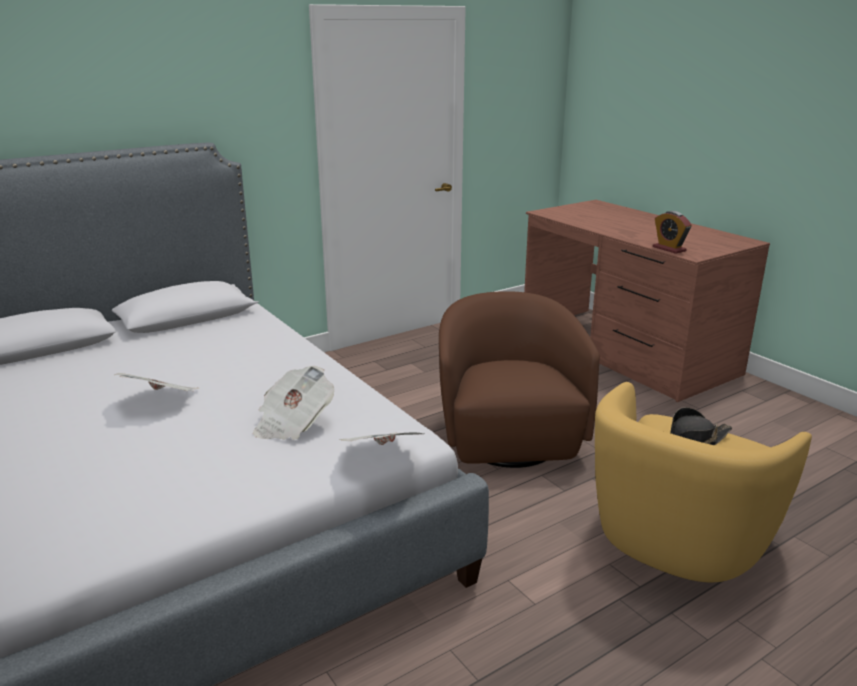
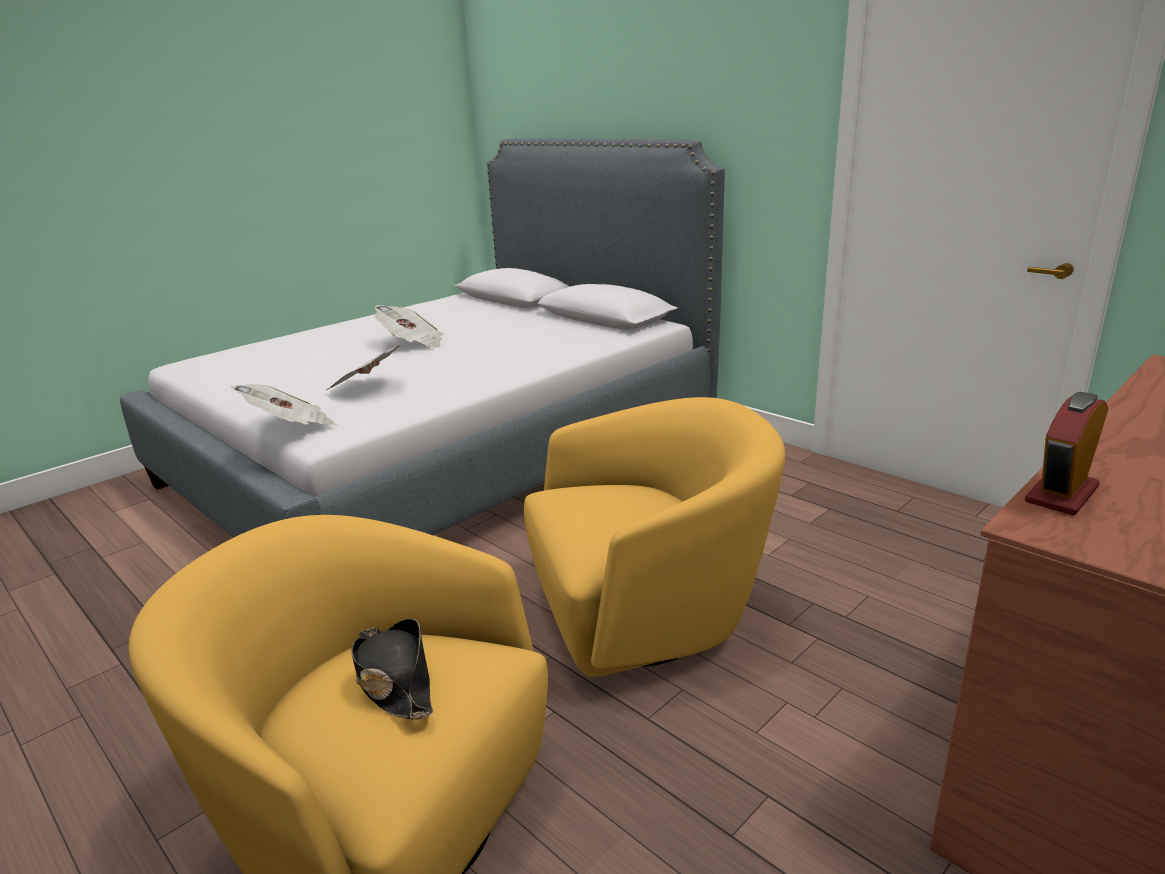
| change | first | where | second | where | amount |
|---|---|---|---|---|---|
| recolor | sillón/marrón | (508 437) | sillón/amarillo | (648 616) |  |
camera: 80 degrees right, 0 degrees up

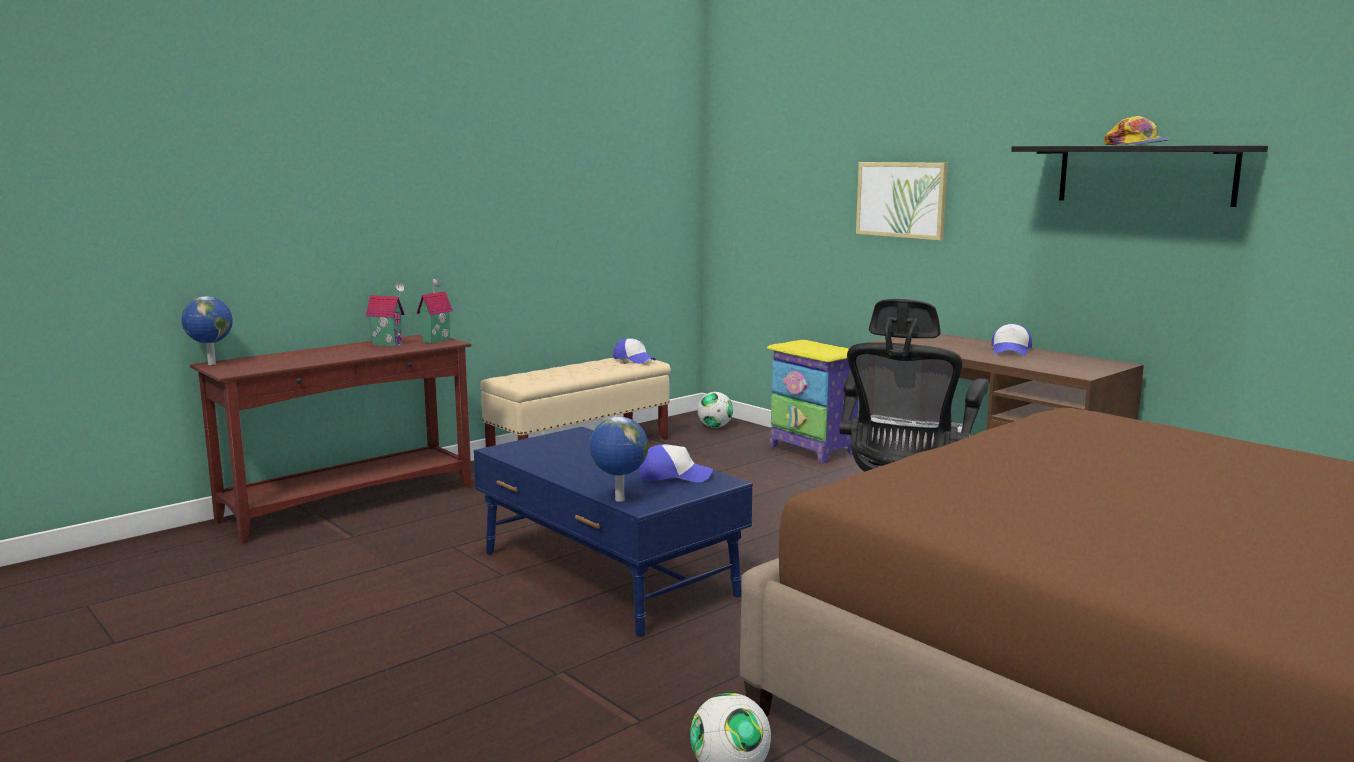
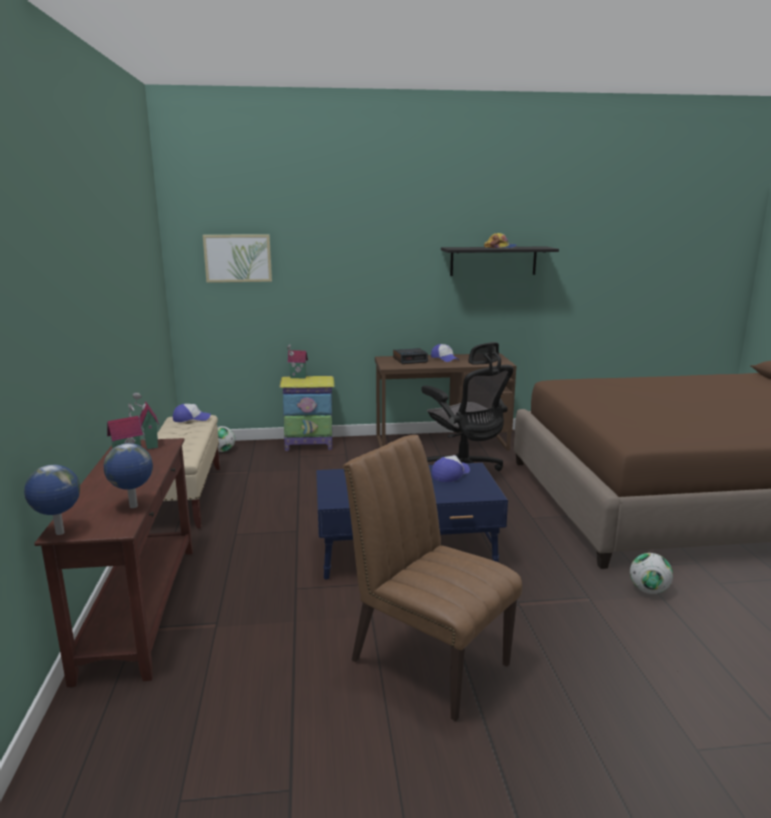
| change | first | where | second | where | amount |
|---|---|---|---|---|---|
| move | globo terráqueo | (619 500) |  | (133 507) |  |
| move | cuadro | (901 199) |  | (238 258) |  |
| insert |  |  | casita | (297 377) |  |
| insert |  |  | silla/marrón | (431 663) |  |
| insert |  |  | despertador | (410 360) |  |
camera: 55 degrees left, 5 degrees up

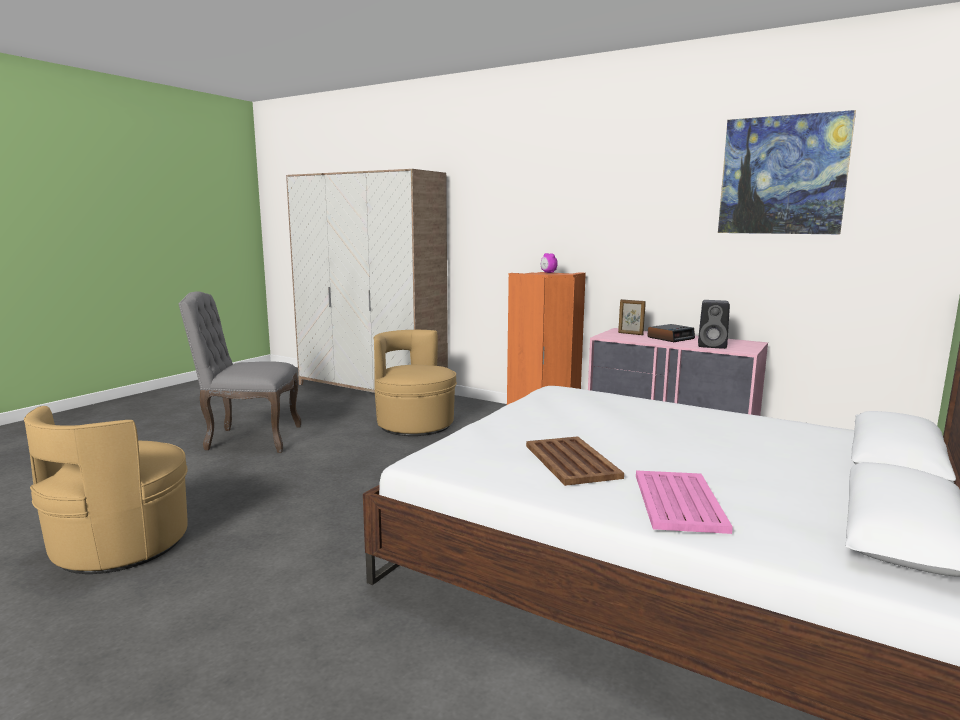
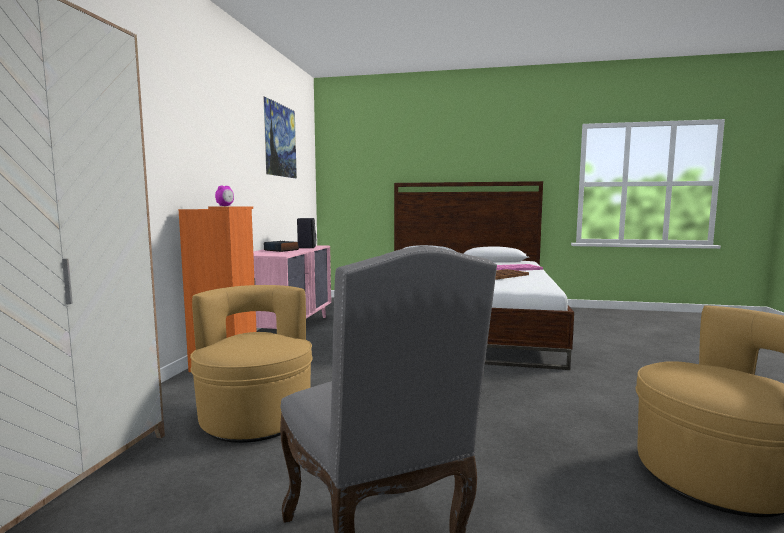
| change | first | where | second | where | amount |
|---|---|---|---|---|---|
| rotate | sillón/beis | (416 424) |  | (256 418) | 135 degrees clockwise |
| delete | portarretratos | (630 333) |  |  |  |
camera: 110 degrees left, 5 degrees down

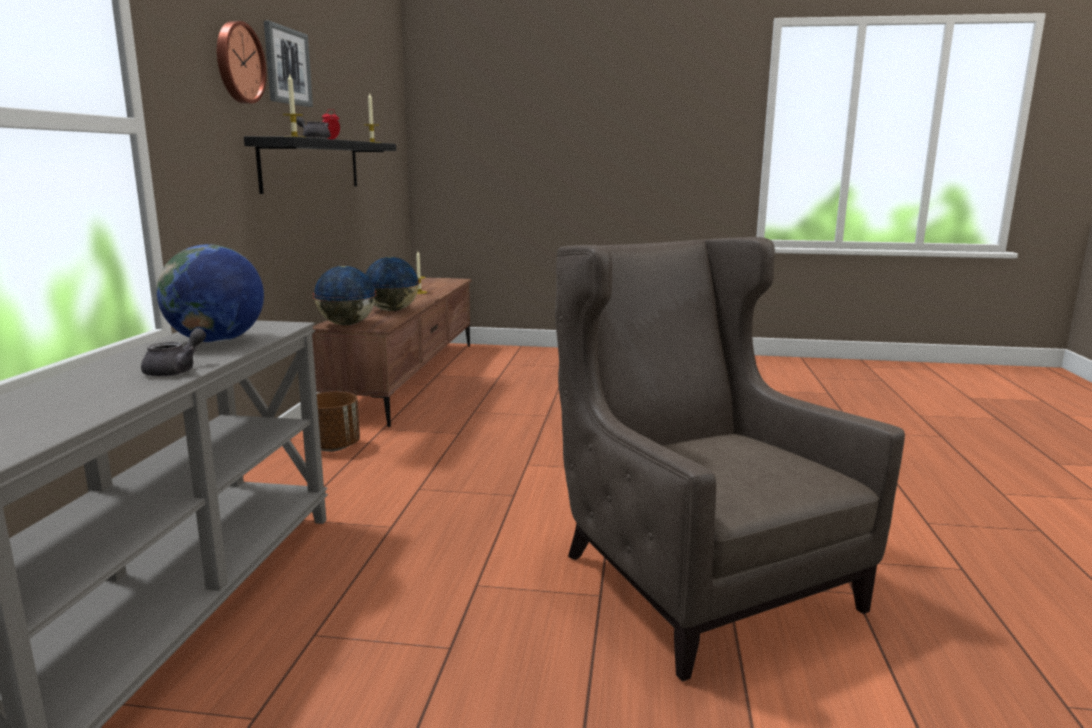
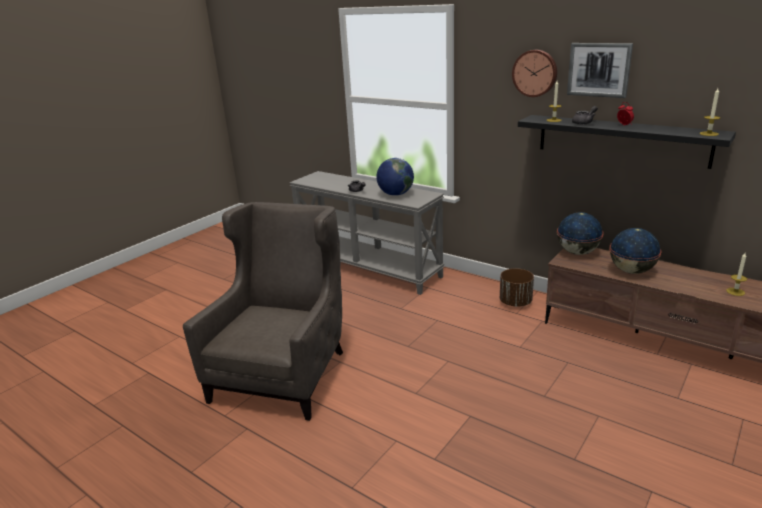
| change | first | where | second | where | amount |
|---|---|---|---|---|---|
| rotate | sillón/gris | (694 577) |  | (284 373) | 75 degrees counterclockwise |
camera: 120 degrees right, 10 degrees up

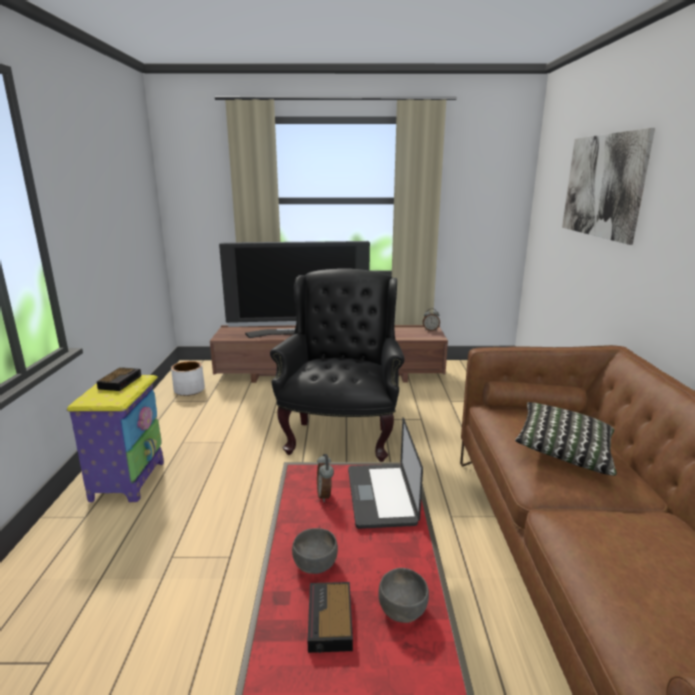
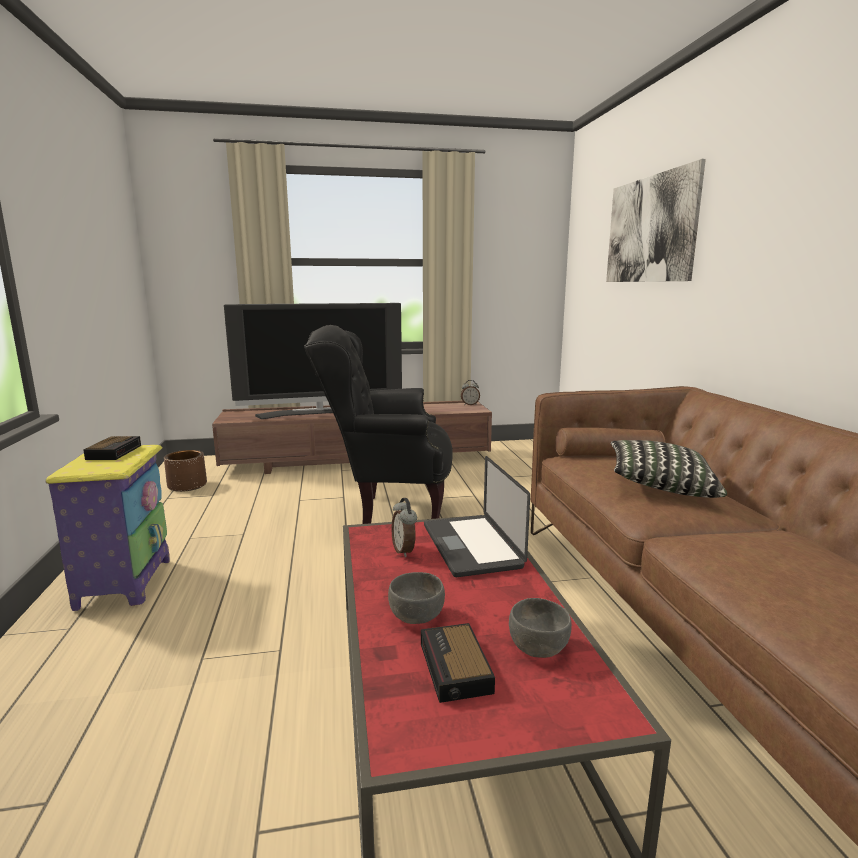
| change | first | where | second | where | amount |
|---|---|---|---|---|---|
| recolor | maceta/blanco | (189 390) | maceta/marrón | (187 485) |  |
| rotate | sillón/negro | (341 434) |  | (387 515) | 90 degrees counterclockwise |
camera: 10 degrees left, 5 degrees down

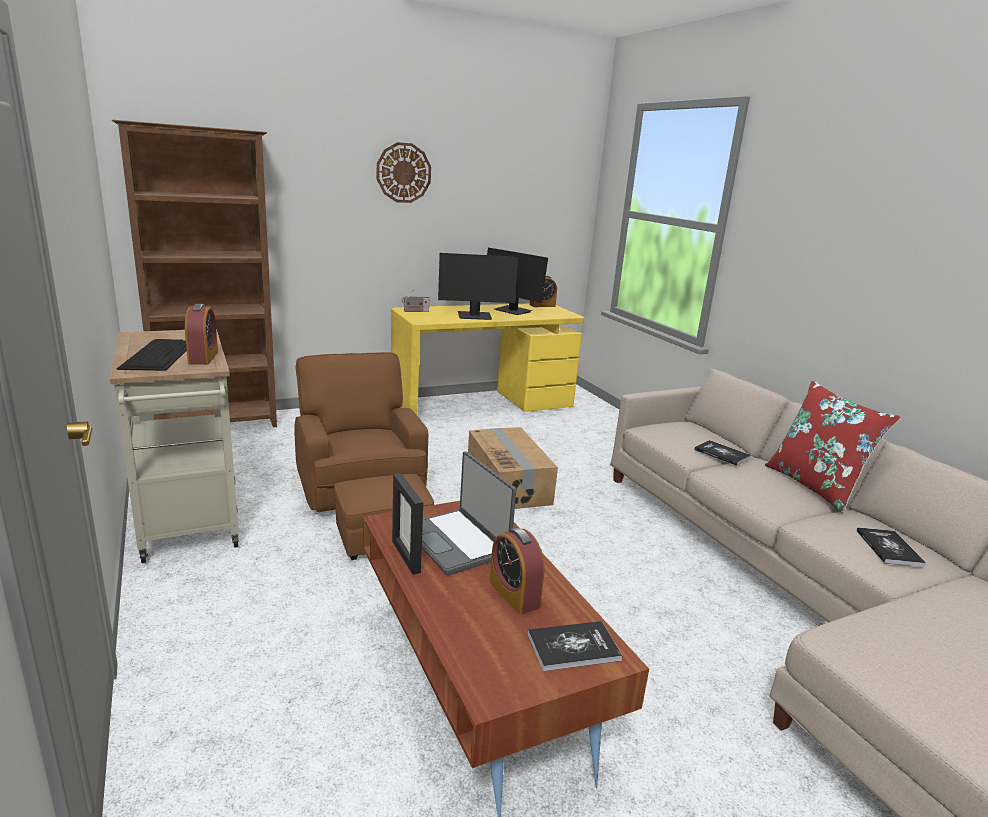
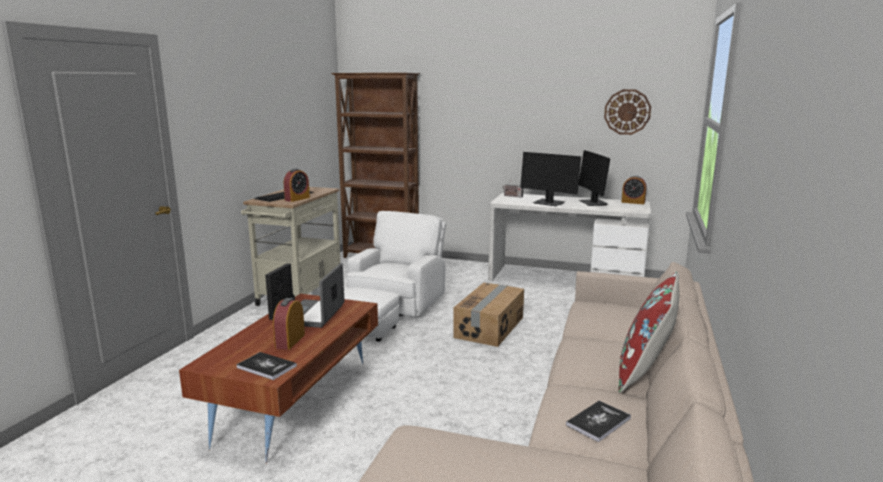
| change | first | where | second | where | amount |
|---|---|---|---|---|---|
| recolor | sillón/marrón | (364 497) | sillón/blanco | (392 309) |  |
| recolor | escritorio/amarillo | (482 404) | escritorio/blanco | (565 279) |  |
| move | reloj de pared | (403 173) |  | (627 112) |  |
| delete | libro | (722 454) |  |  |  |
camera: 45 degrees right, 5 degrees down

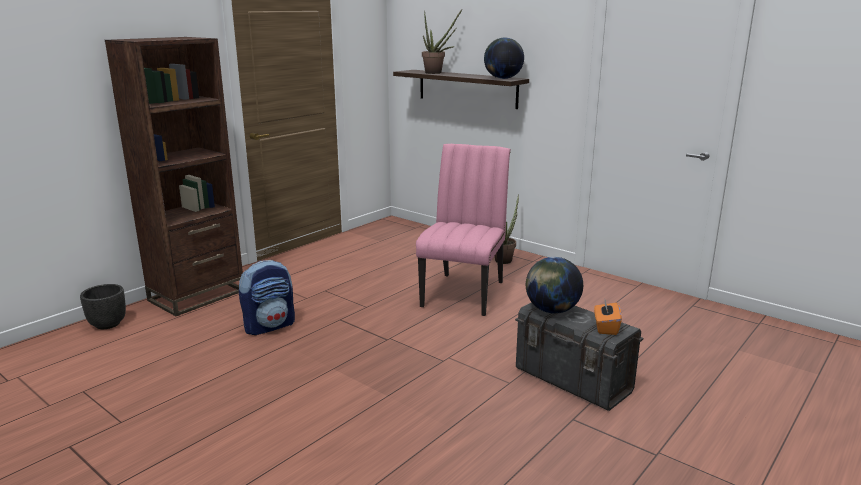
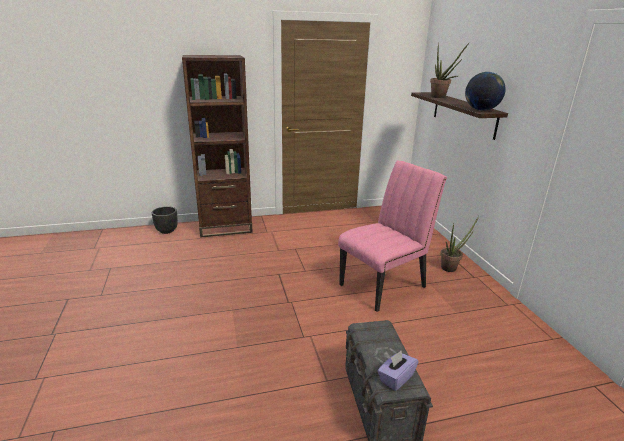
| change | first | where | second | where | amount |
|---|---|---|---|---|---|
| recolor | caja de pañuelos/naranja | (605 327) | caja de pañuelos/morado | (396 378) |  |
| delete | mochila | (270 326) |  |  |  |
| delete | globo terráqueo | (552 310) |  |  |  |
camera: 35 degrees right, 5 degrees up

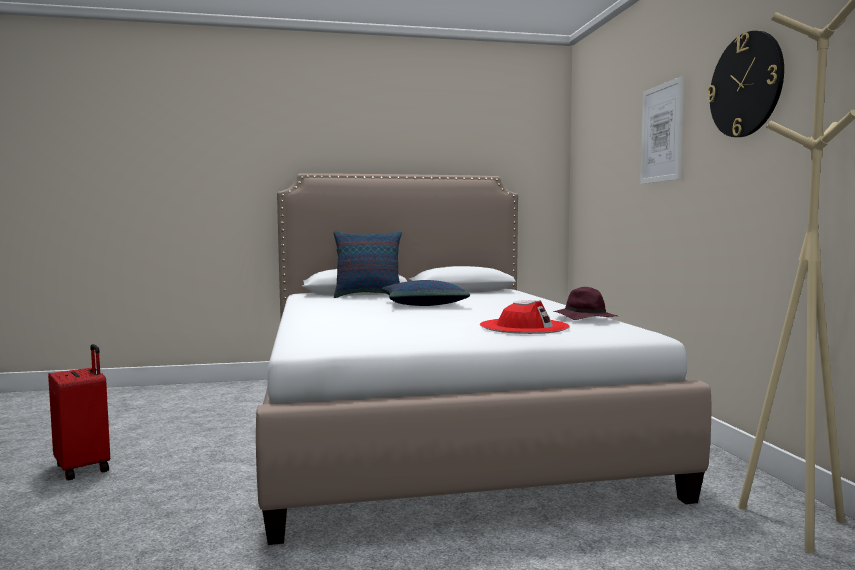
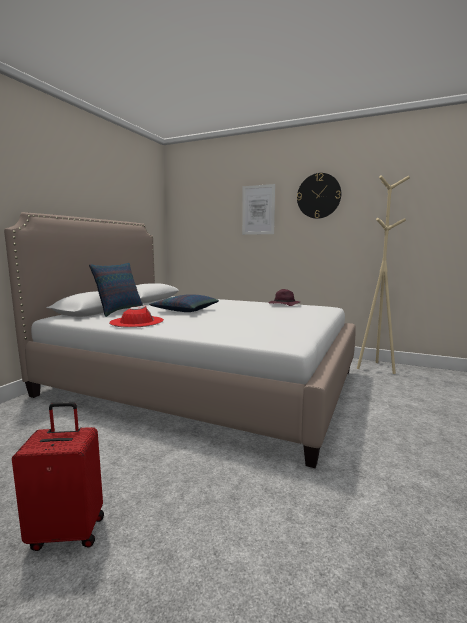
| change | first | where | second | where | amount |
|---|---|---|---|---|---|
| move | sombrero/rojo | (524 326) |  | (136 322) |  |
camera: 55 degrees left, 5 degrees up

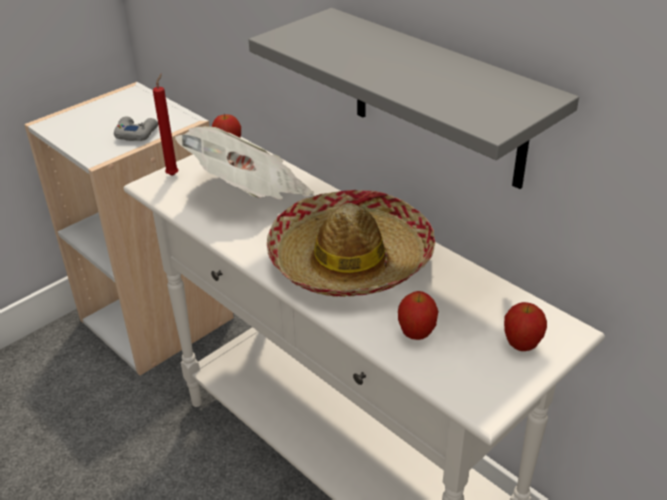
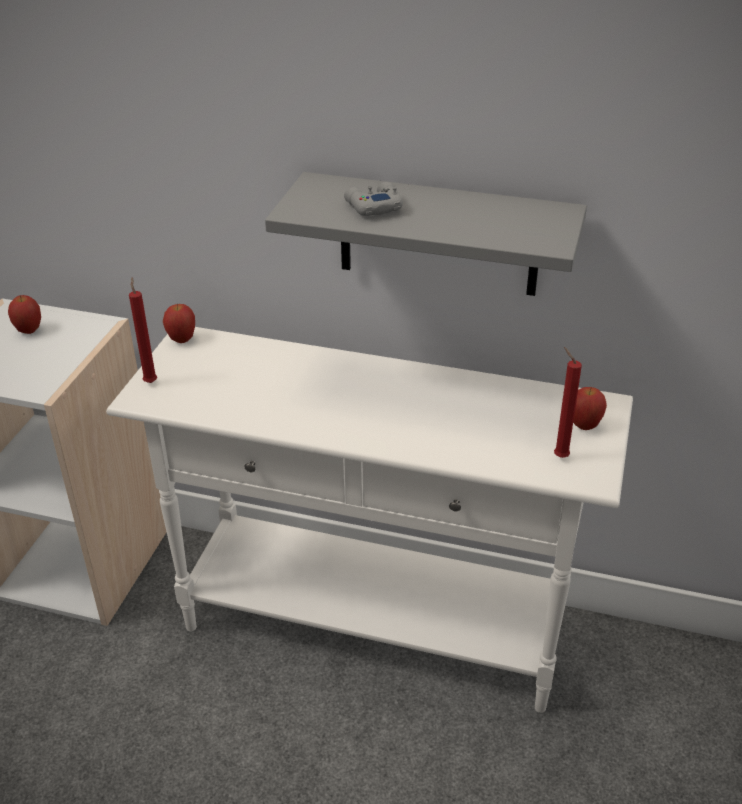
| change | first | where | second | where | amount |
|---|---|---|---|---|---|
| move | manzana | (416 334) |  | (29 331) |  |
| move | mando de consola/gris | (136 133) |  | (373 206) |  |
| insert |  |  | vela/rojo | (559 456) |  |
| delete | periódico | (250 192) |  |  |  |
| delete | sombrero | (350 259) |  |  |  |
camera: 30 degrees left, 0 degrees up

